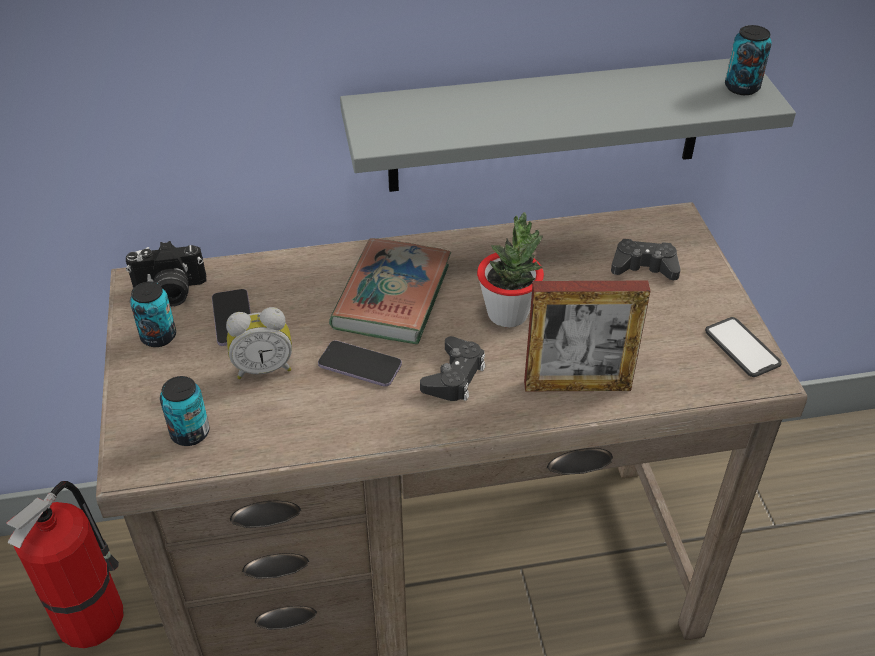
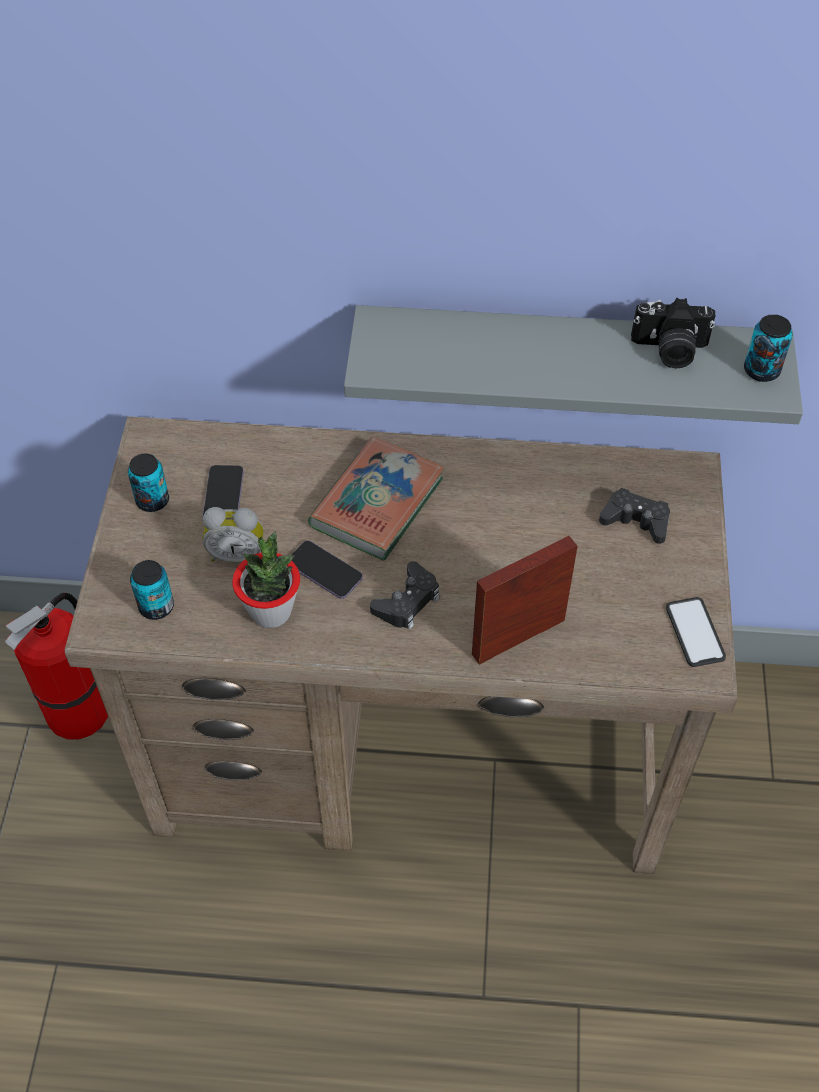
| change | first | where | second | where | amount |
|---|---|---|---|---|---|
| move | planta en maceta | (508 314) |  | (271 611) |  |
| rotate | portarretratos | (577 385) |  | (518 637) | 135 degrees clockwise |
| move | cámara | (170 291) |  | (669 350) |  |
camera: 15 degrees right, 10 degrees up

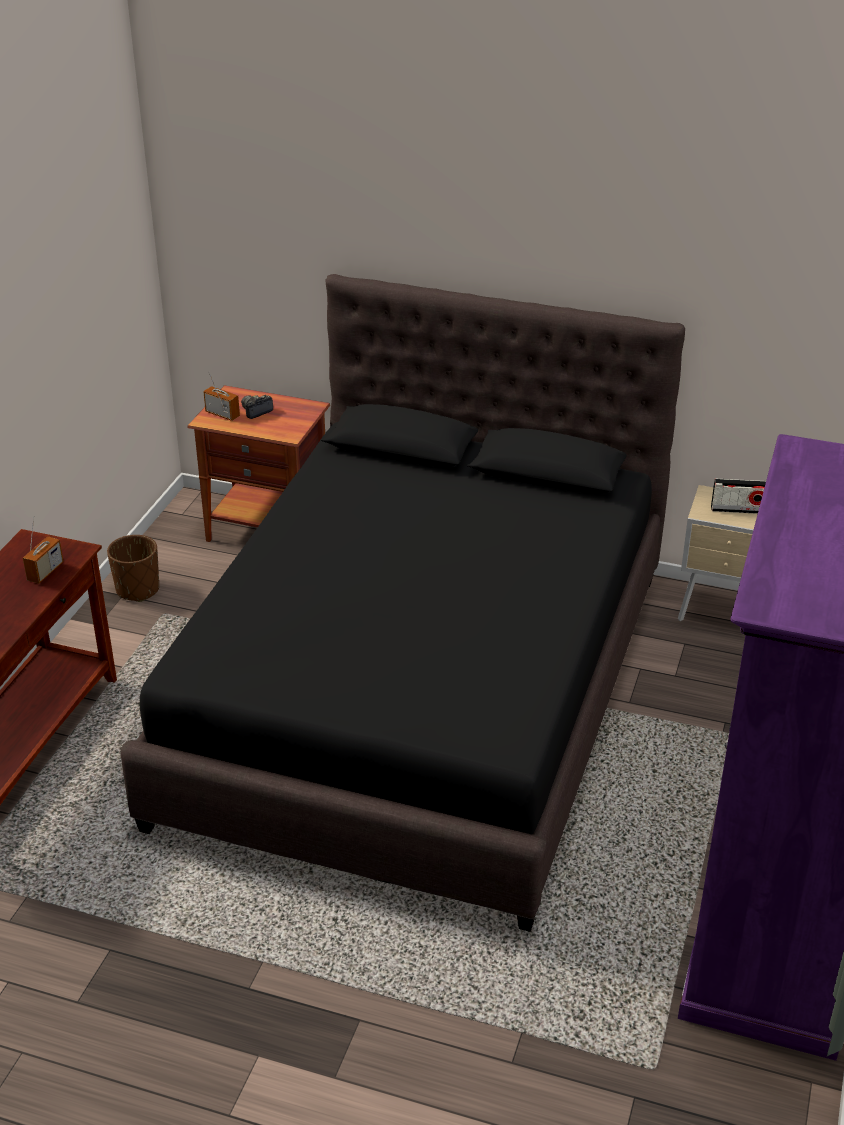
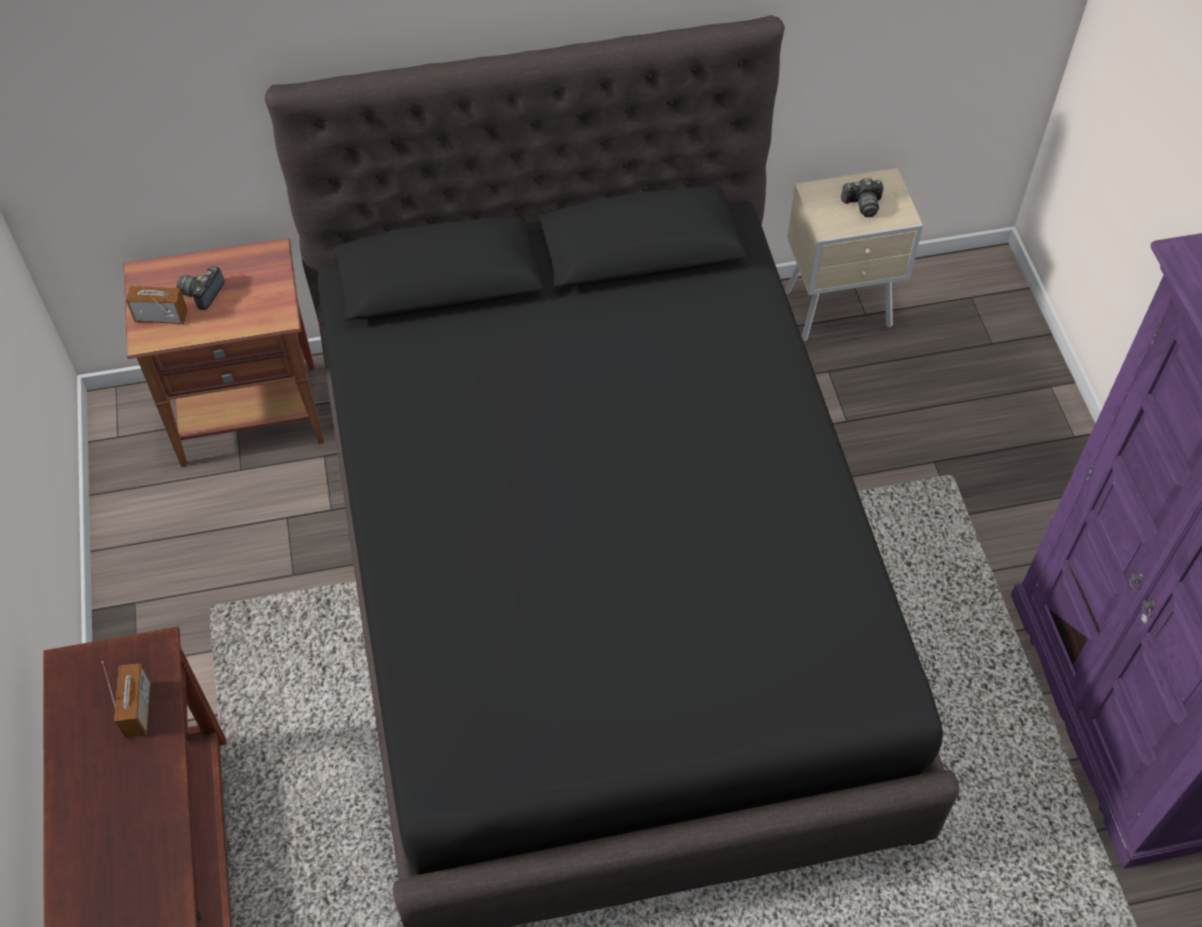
| change | first | where | second | where | amount |
|---|---|---|---|---|---|
| replace | radio | (739 509) | cámara | (862 204) |  |
| delete | maceta/marrón | (137 589) |  |  |  |
camera: 30 degrees left, 20 degrees up

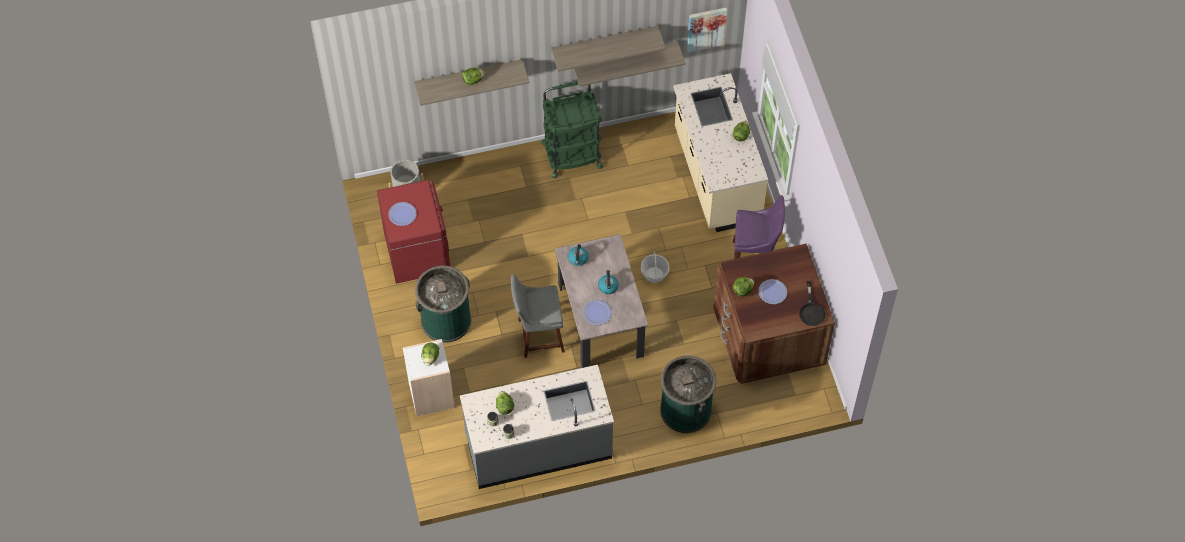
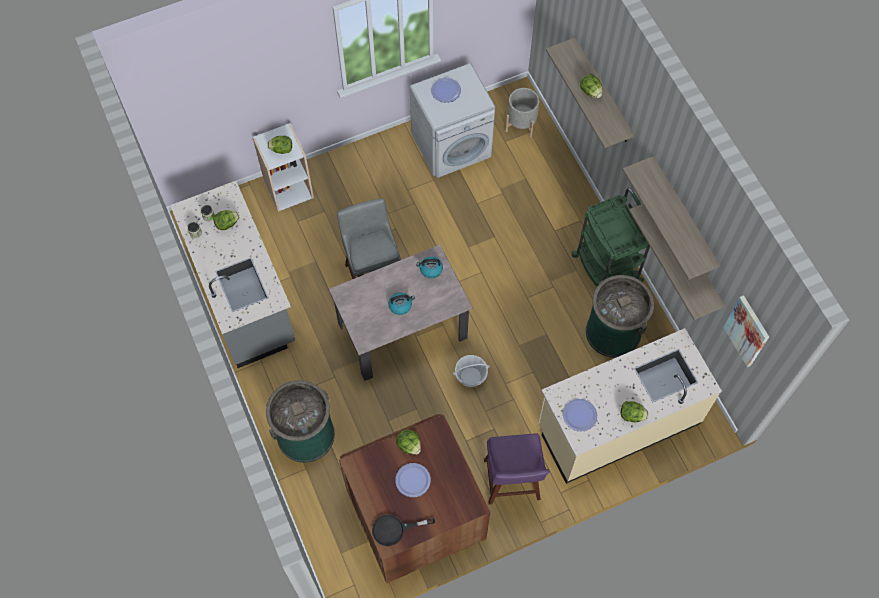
| change | first | where | second | where | amount |
|---|---|---|---|---|---|
| recolor | lavadora/rojo | (417 250) | lavadora/blanco | (453 145) |  |
| move | plato | (597 313) |  | (579 415) |  |
| move | papelera/verde | (446 320) |  | (613 332) |  |
camera: 80 degrees right, 5 degrees up

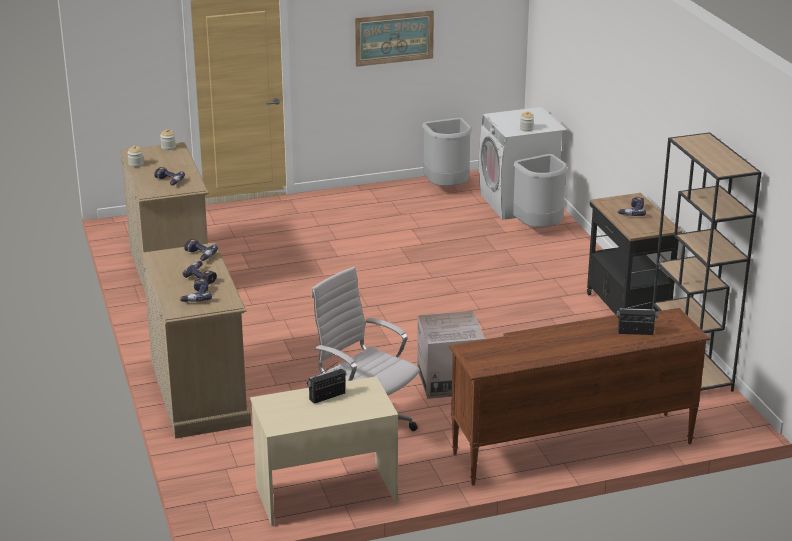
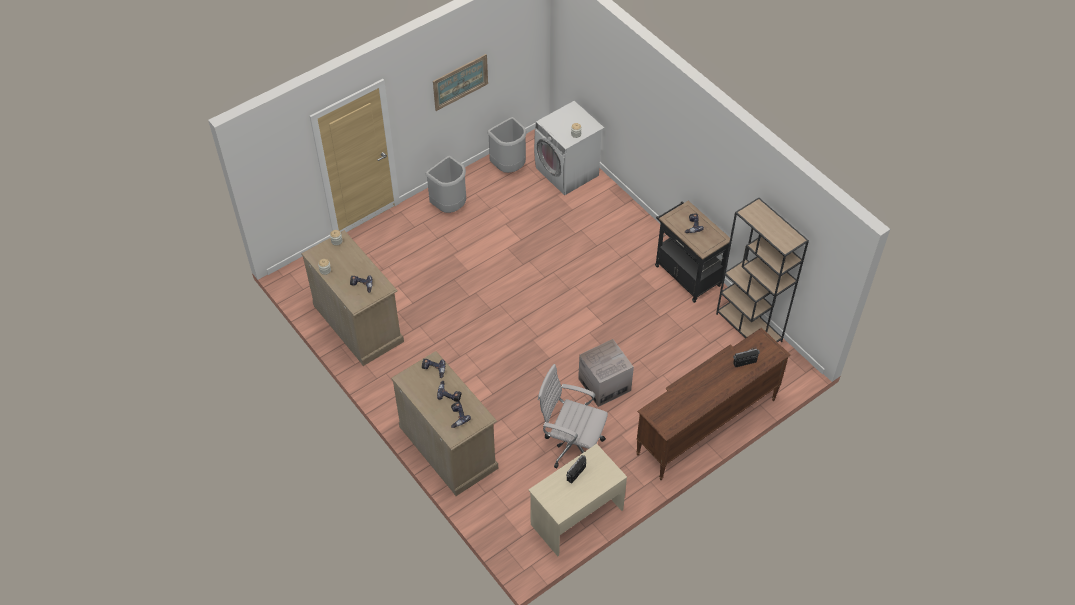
| change | first | where | second | where | amount |
|---|---|---|---|---|---|
| move | papelera/gris | (539 229) |  | (449 206) |  |
camera: 20 degrees left, 25 degrees up

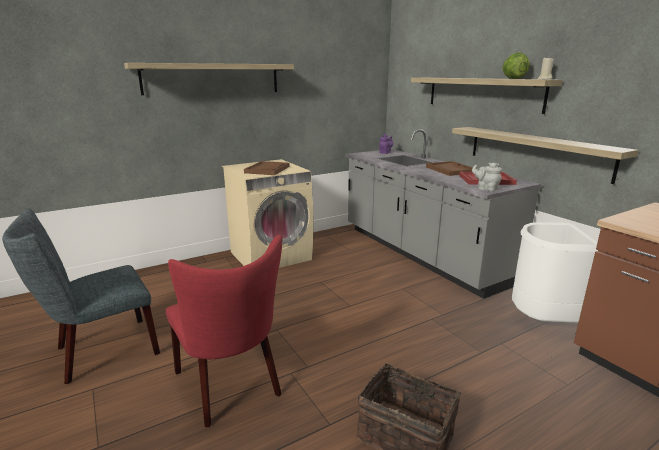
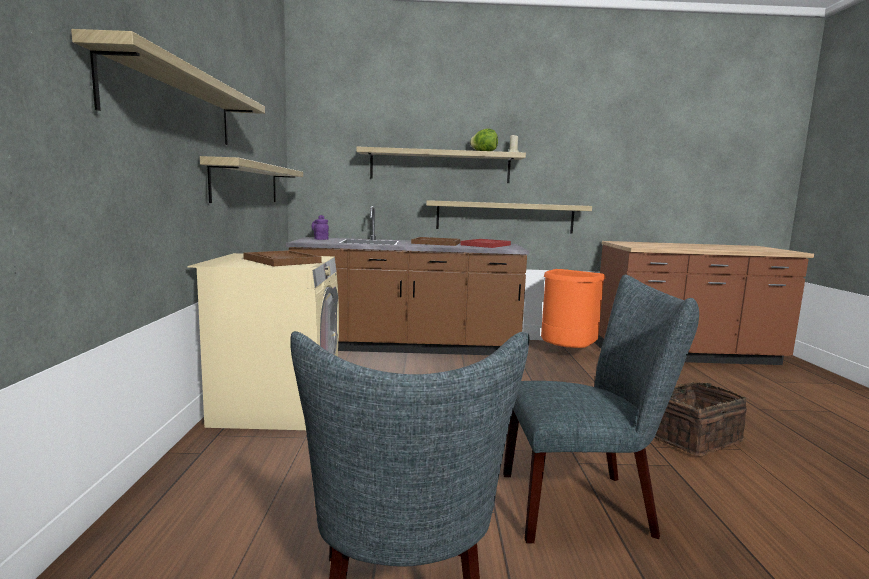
| change | first | where | second | where | amount |
|---|---|---|---|---|---|
| insert |  |  | estante | (247 183) |  |
| recolor | mueble bajo de cocina/gris | (421 254) | mueble bajo de cocina/marrón | (407 346) |  |
| recolor | silla/rojo | (231 386) | silla/gris | (585 504) |  |
| recolor | papelera/blanco | (540 320) | papelera/naranja | (566 353) |  |
| delete | tetera/gris | (486 189) |  |  |  |
camera: 60 degrees left, 10 degrees down

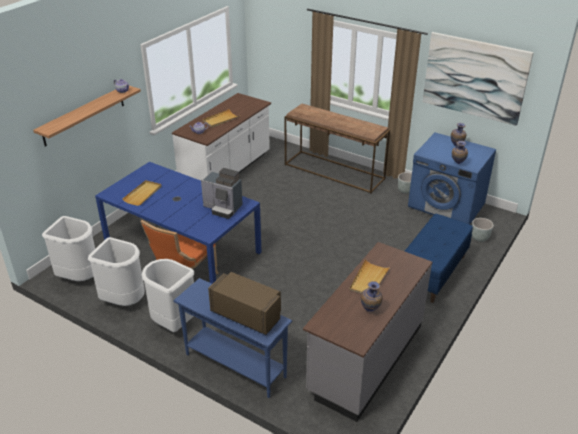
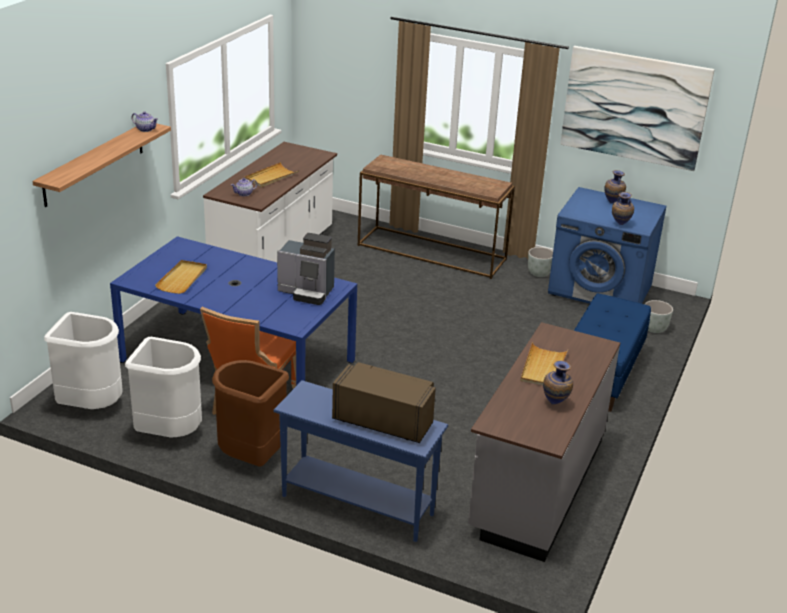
| change | first | where | second | where | amount |
|---|---|---|---|---|---|
| recolor | papelera/blanco | (173 323) | papelera/marrón | (251 458) |  |
camera: 10 degrees left, 5 degrees down

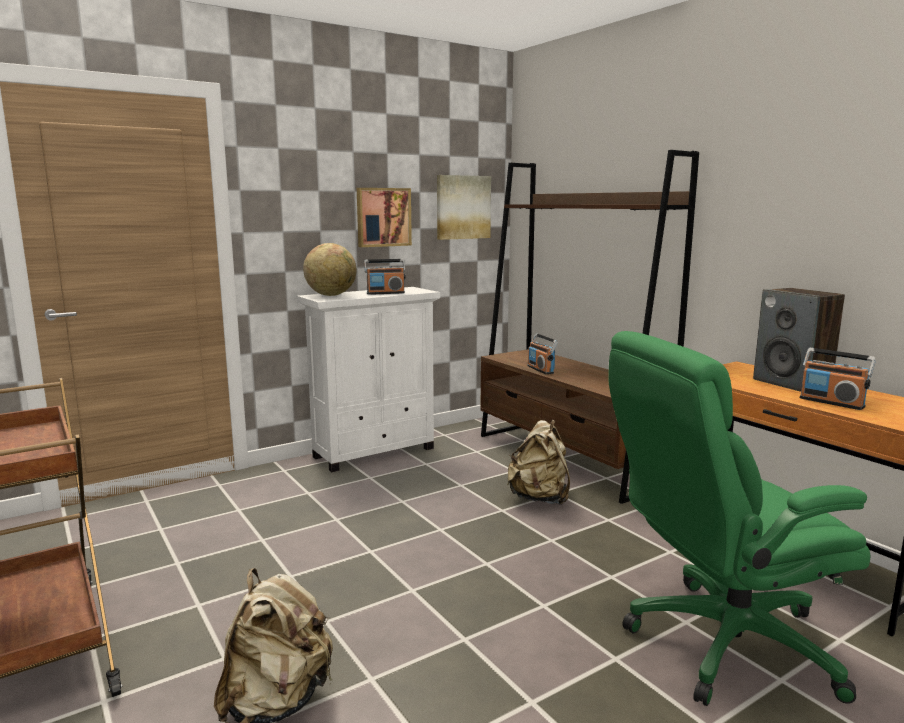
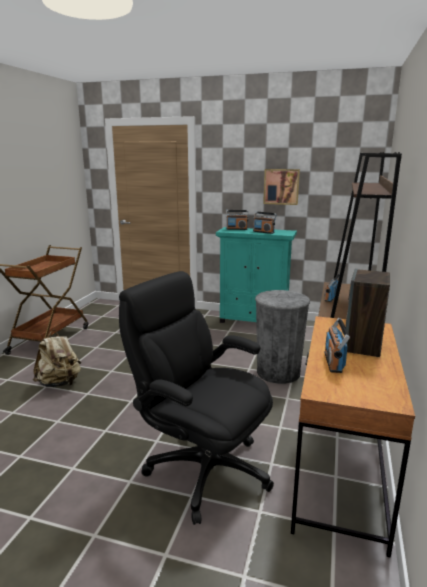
| change | first | where | second | where | amount |
|---|---|---|---|---|---|
| recolor | silla de oficina/verde | (717 644) | silla de oficina/negro | (201 467) |  |
| recolor | armario/blanco | (374 452) | armario/turquesa | (254 321) |  |
| replace | globo terráqueo | (331 295) | radio | (236 229) |  |
| replace | mochila/beis | (539 498) | papelera/gris | (278 372) |  |
| delete | cuadro | (462 207) |  |  |  |
camera: 50 degrees right, 5 degrees up

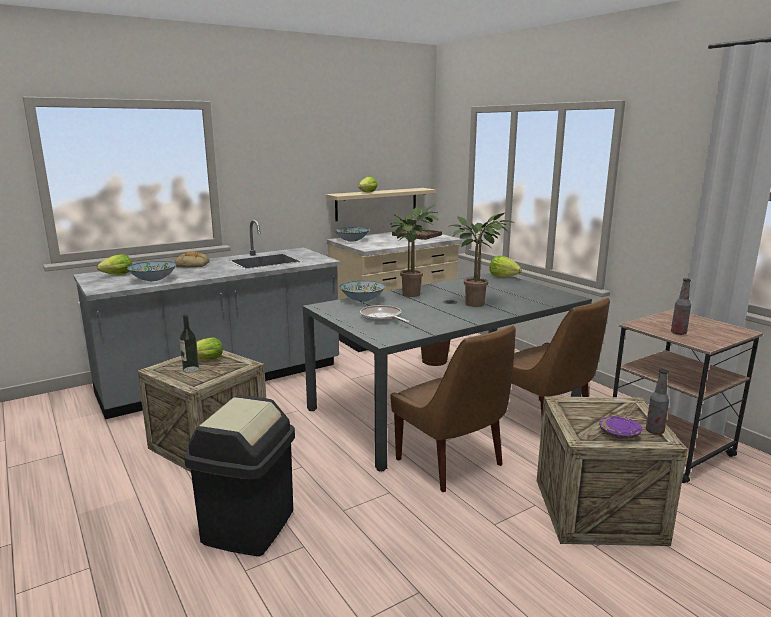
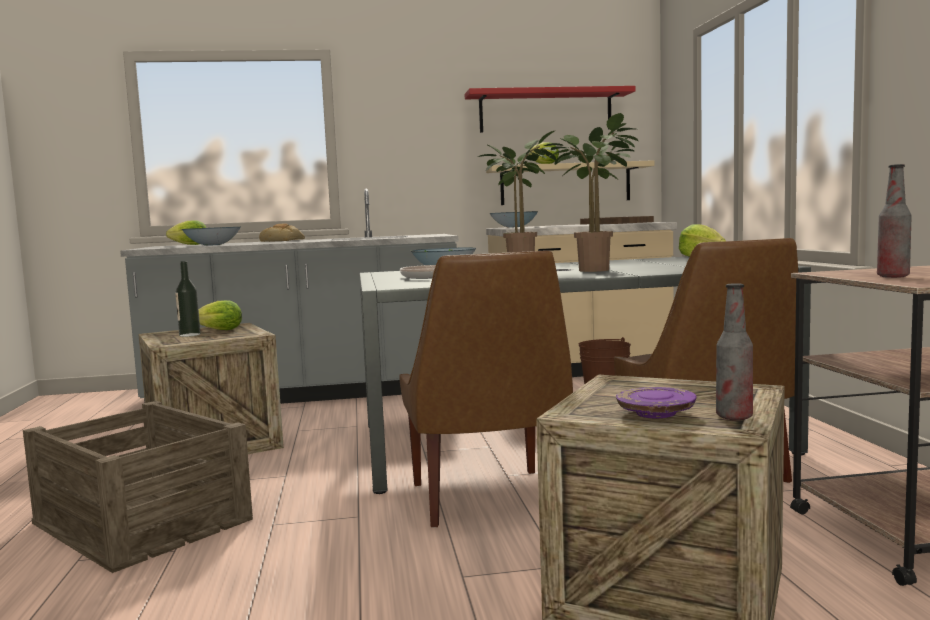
| change | first | where | second | where | amount |
|---|---|---|---|---|---|
| replace | papelera/negro | (248 526) | caja de embalaje | (143 520) |  |
| insert |  |  | estante/rojo | (545 111) |  |
camera: 25 degrees right, 10 degrees down

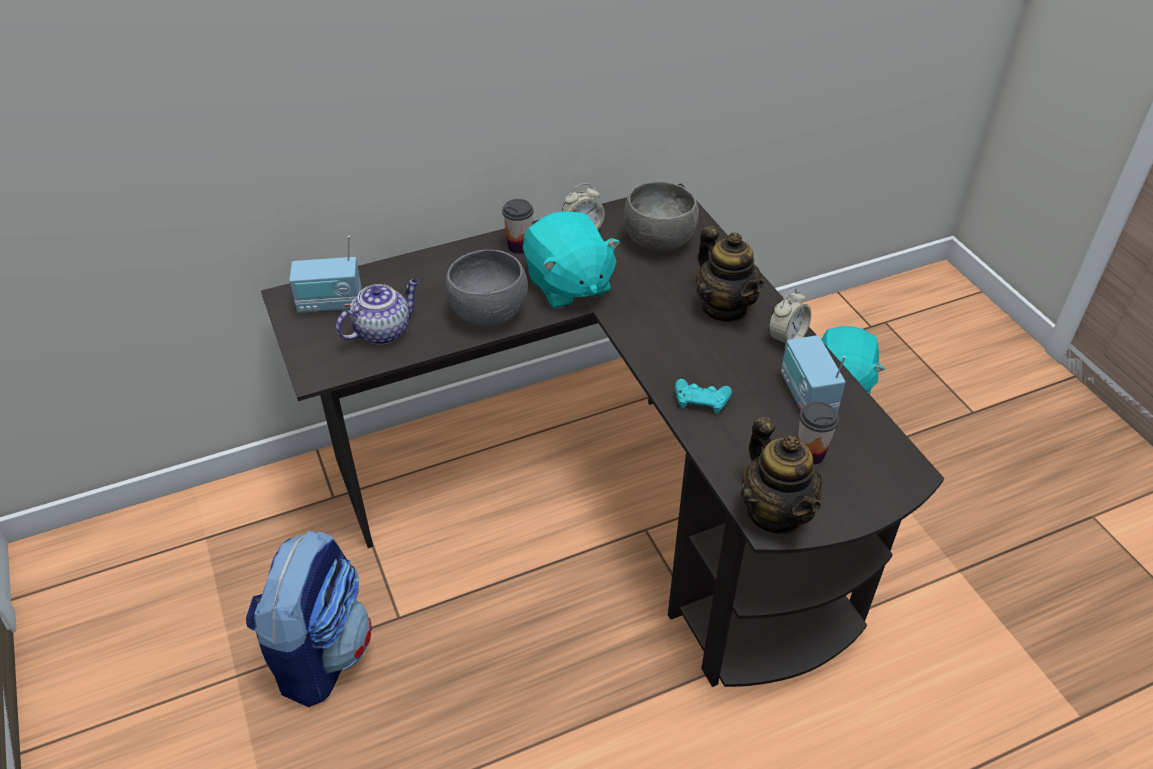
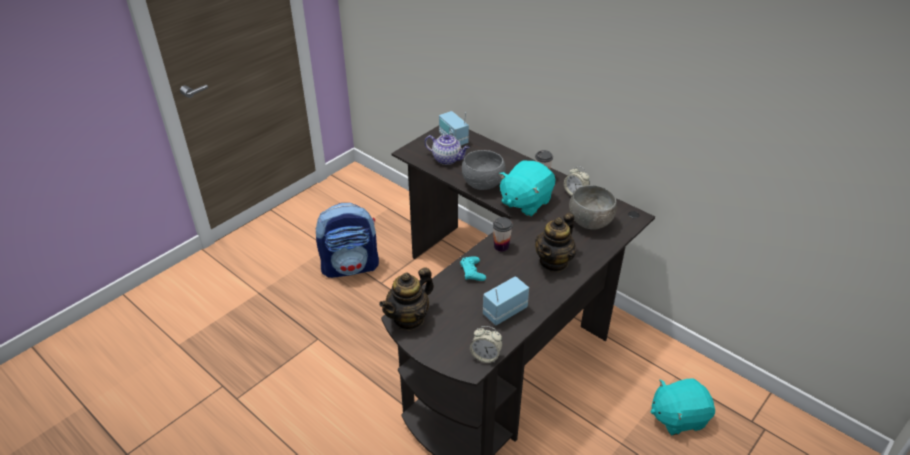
| change | first | where | second | where | amount |
|---|---|---|---|---|---|
| move | despertador | (786 338) |  | (485 356) |  |
| move | taza | (810 454) |  | (501 246) |  |
camera: 65 degrees right, 5 degrees down

